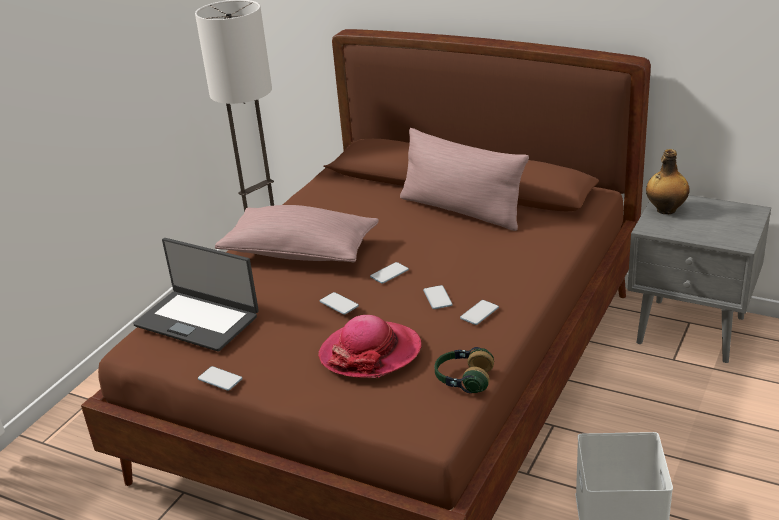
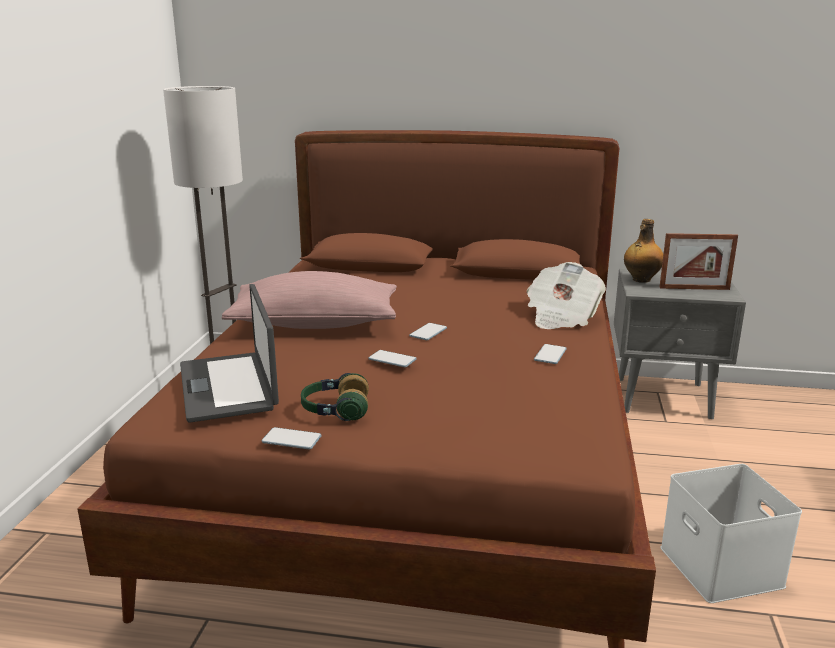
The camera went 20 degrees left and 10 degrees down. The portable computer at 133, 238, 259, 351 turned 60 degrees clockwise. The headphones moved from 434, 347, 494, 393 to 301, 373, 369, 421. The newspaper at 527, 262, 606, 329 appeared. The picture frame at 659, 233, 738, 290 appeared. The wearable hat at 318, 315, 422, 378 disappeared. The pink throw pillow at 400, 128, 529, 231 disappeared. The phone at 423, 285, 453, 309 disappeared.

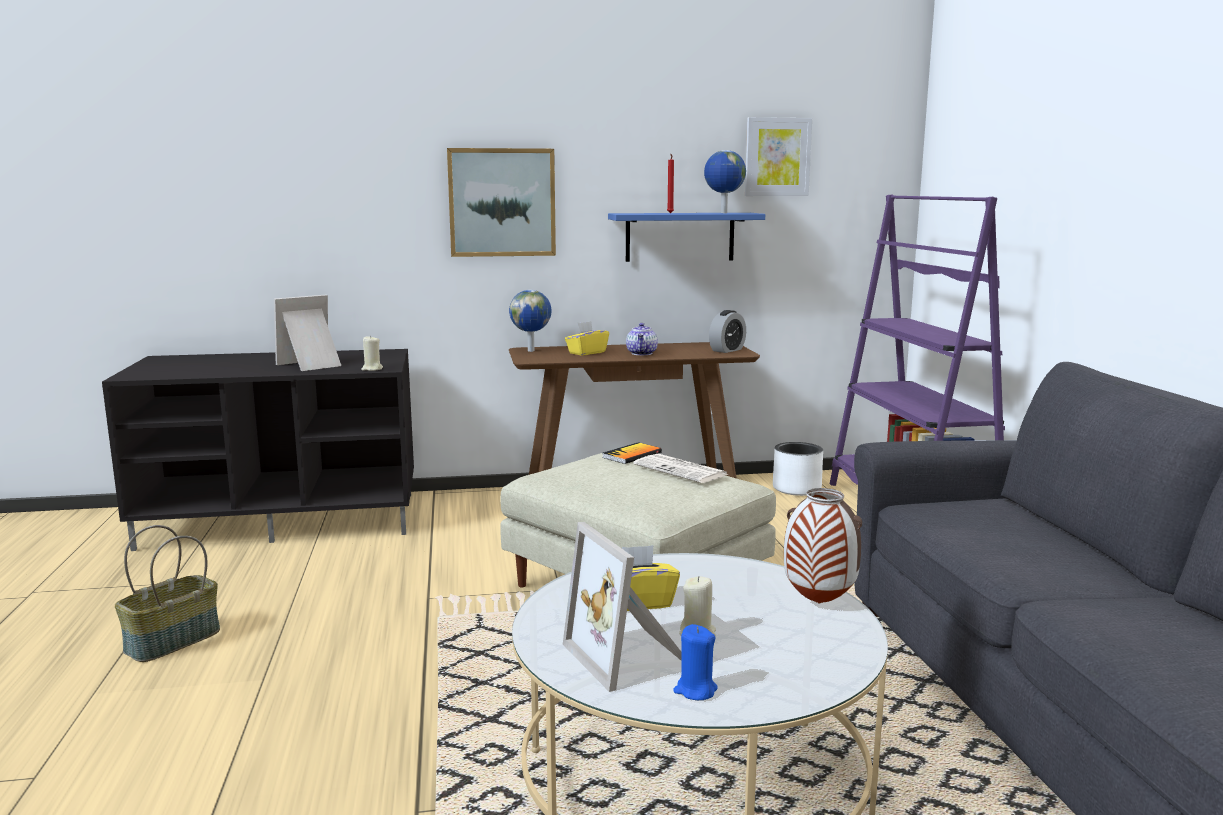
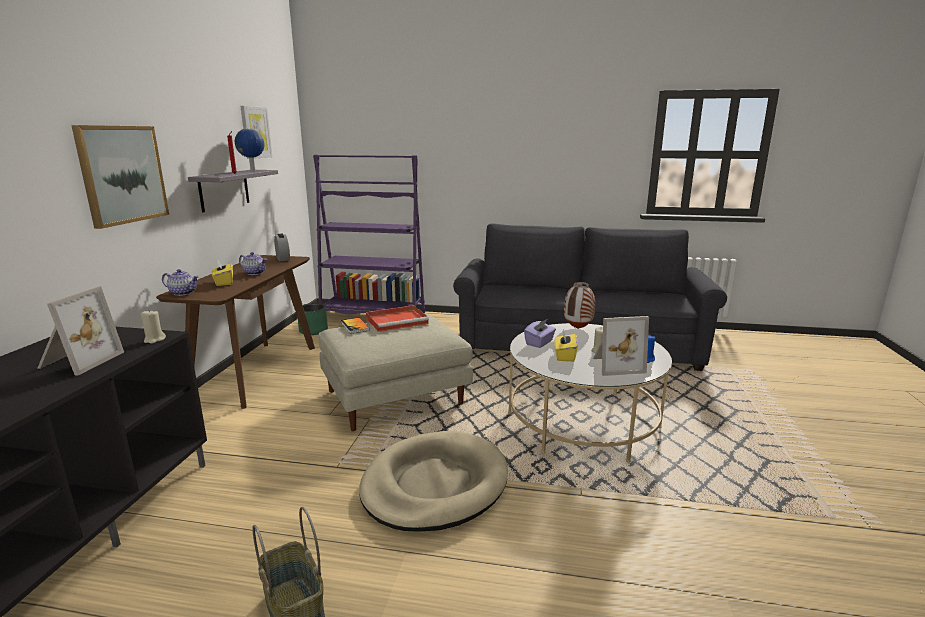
The camera went 70 degrees left and 5 degrees up. The picture frame at 274, 295, 341, 371 turned 150 degrees counterclockwise. The desk globe at 509, 290, 552, 352 was replaced by the pot for tea at 162, 269, 199, 296. The bluish wall shelf at 608, 213, 765, 262 became the greyish wall shelf at 188, 170, 278, 212. The whitish plant pot at 773, 442, 823, 496 became the green plant pot at 298, 303, 328, 335. The beige-coloured dog bed at 359, 431, 508, 532 appeared. The newspaper at 634, 454, 728, 483 was replaced by the red-coloured carrying tray at 366, 305, 429, 332. The purplish box of tissues at 524, 319, 556, 348 appeared.

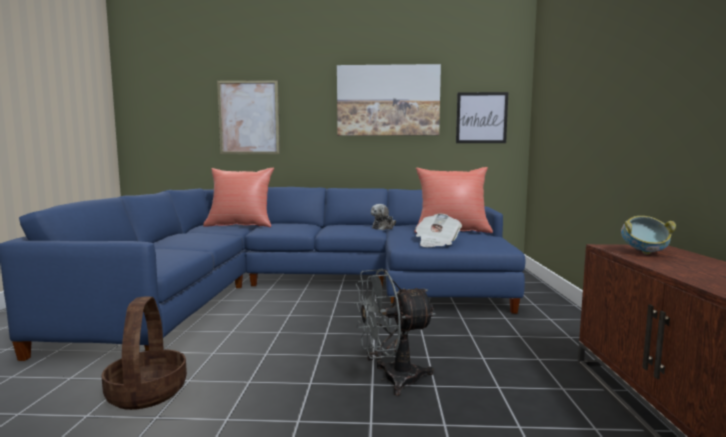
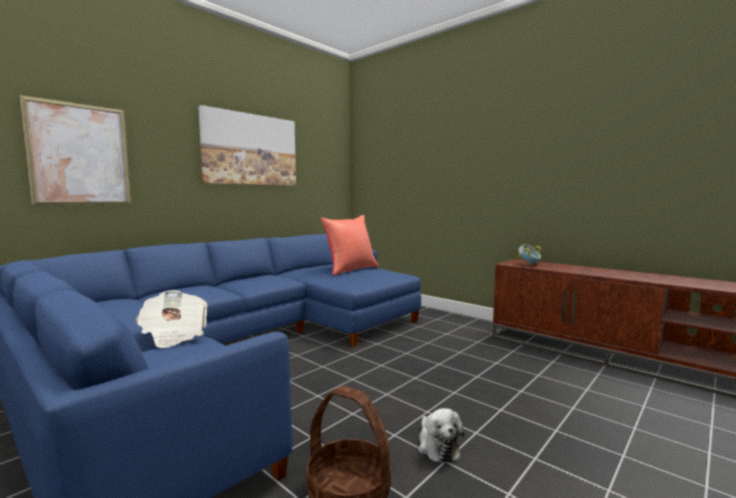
The camera went 50 degrees left and 0 degrees up. The newspaper moved from 415, 213, 462, 247 to 136, 290, 208, 348. The cuddly toy moved from 371, 204, 396, 230 to 418, 408, 464, 463. The red-coloured throw pillow at 203, 167, 274, 227 disappeared. The greyish electric fan at 354, 269, 435, 396 disappeared. The wall picture at 456, 92, 508, 143 disappeared.

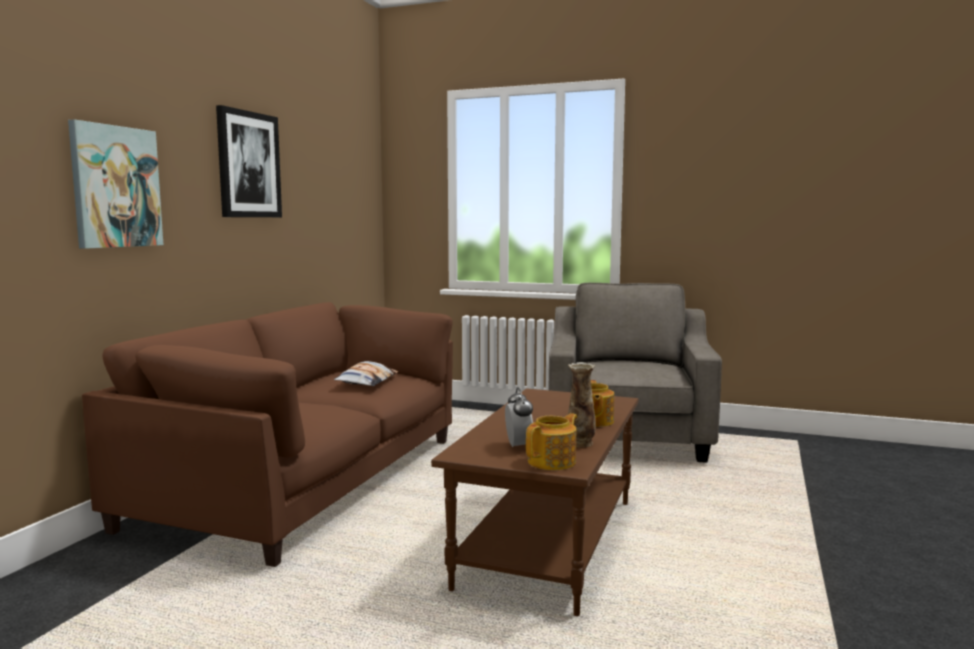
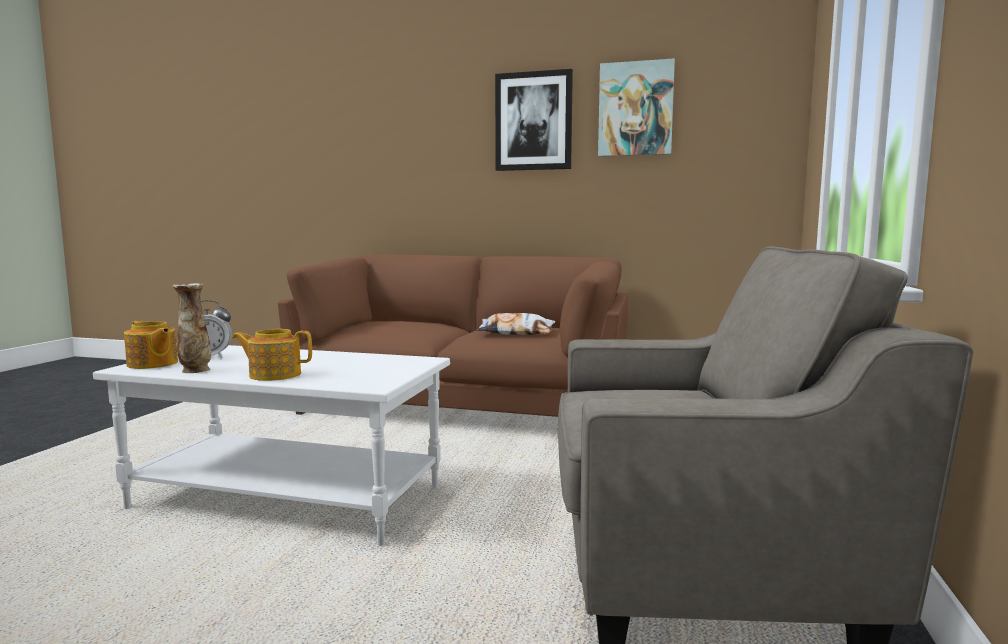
The camera went 85 degrees right and 0 degrees up. The brown-coloured coffee table at 431, 389, 638, 616 became the whitish coffee table at 93, 345, 450, 546. The wall picture moved from 68, 119, 163, 249 to 598, 58, 675, 157.

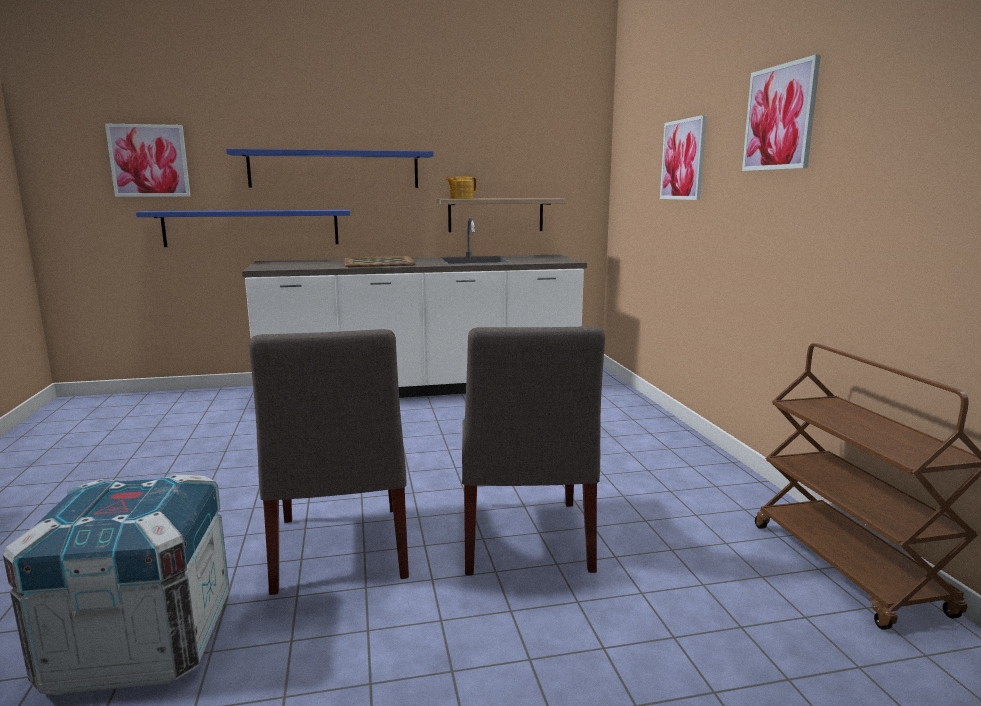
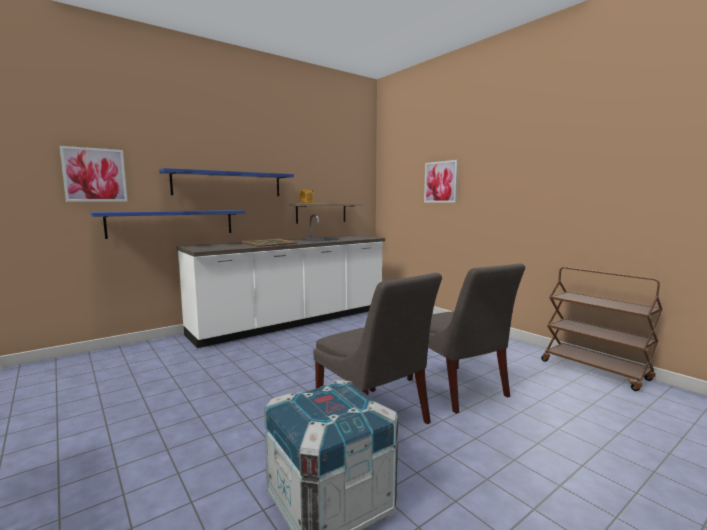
The camera went 25 degrees left and 5 degrees down. The wall picture at 742, 54, 821, 171 disappeared.

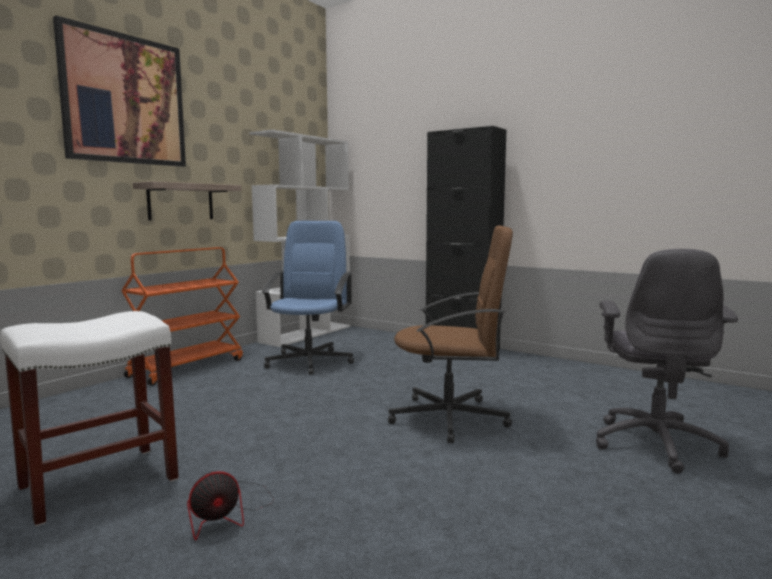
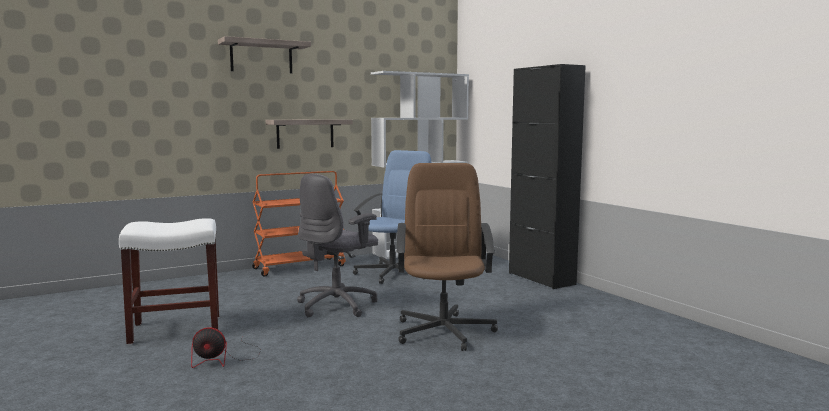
The camera went 25 degrees right and 0 degrees up. The wall picture at 53, 15, 186, 167 was replaced by the wall shelf at 218, 36, 311, 73. The greyish desk chair moved from 596, 249, 738, 474 to 297, 174, 378, 317. The brown-coloured desk chair at 388, 225, 513, 443 turned 120 degrees counterclockwise.

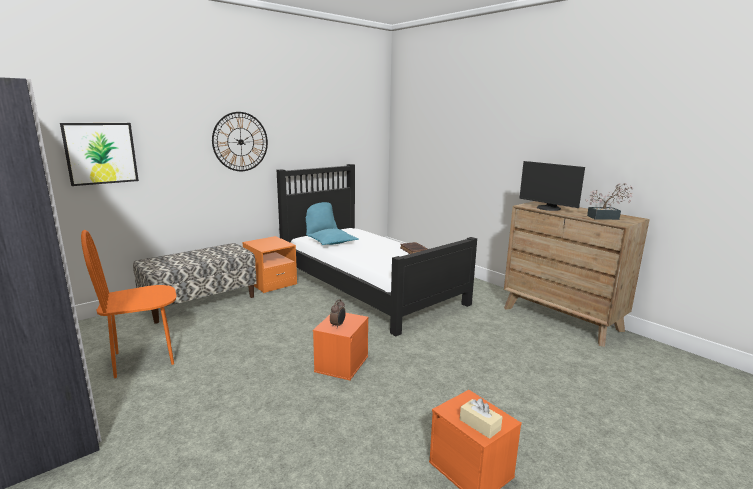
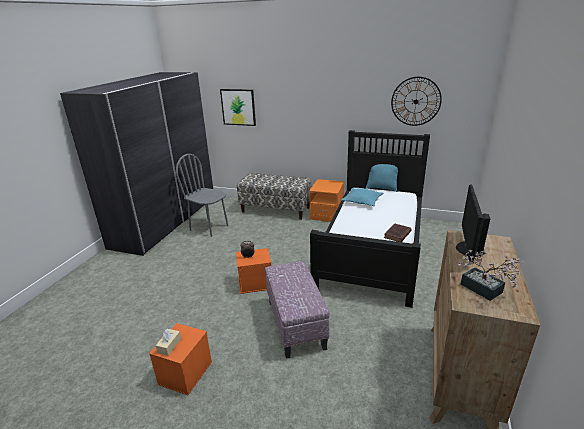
The camera went 60 degrees right and 10 degrees up. The orangey chair at 81, 230, 176, 378 became the greyish chair at 176, 154, 228, 237. The footrest at 265, 261, 330, 359 appeared. The wall clock moved from 212, 112, 268, 171 to 391, 77, 442, 126.

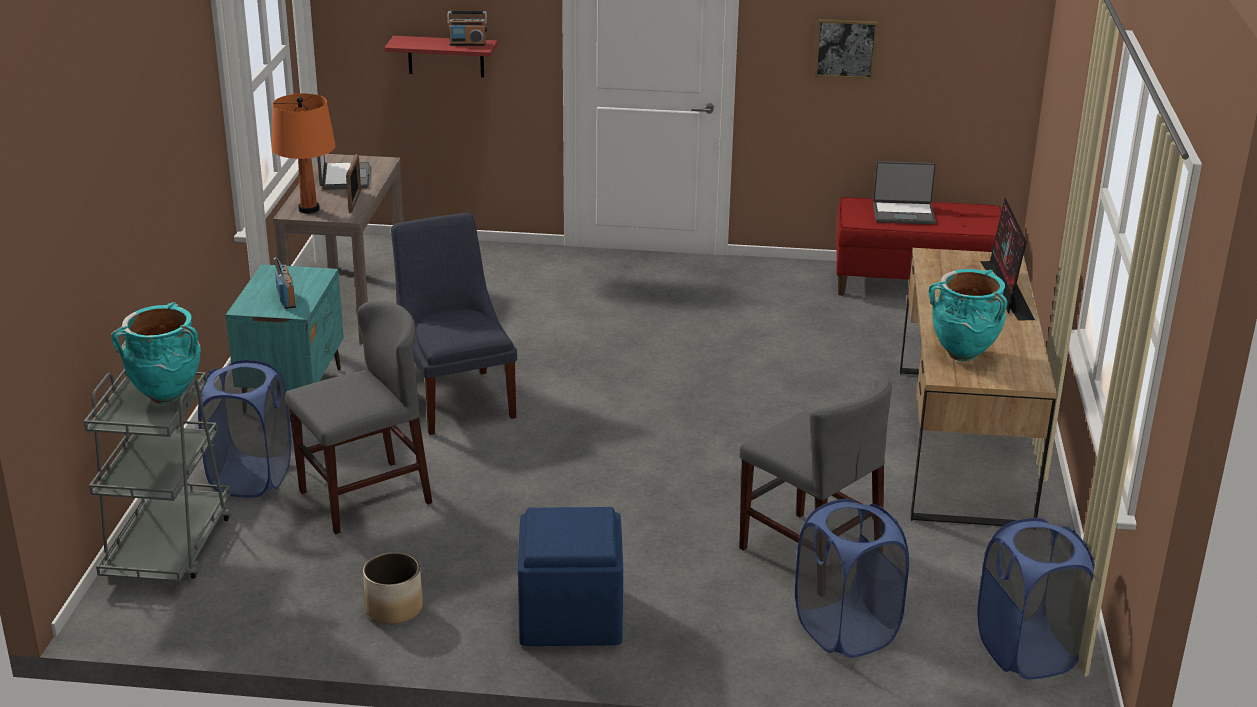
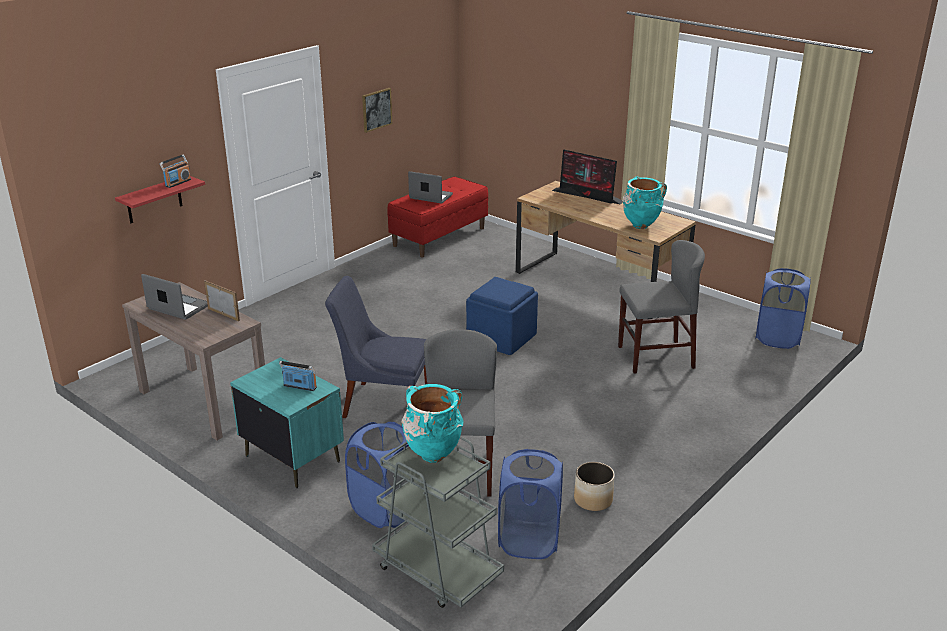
The camera went 55 degrees left and 0 degrees up. The portable computer at 873, 161, 936, 224 turned 105 degrees counterclockwise. The bluish footrest moved from 518, 507, 623, 646 to 466, 277, 538, 355. The bluish hamper moved from 795, 499, 909, 658 to 498, 449, 563, 559. The orangey lamp for a table at 272, 93, 336, 214 disappeared.

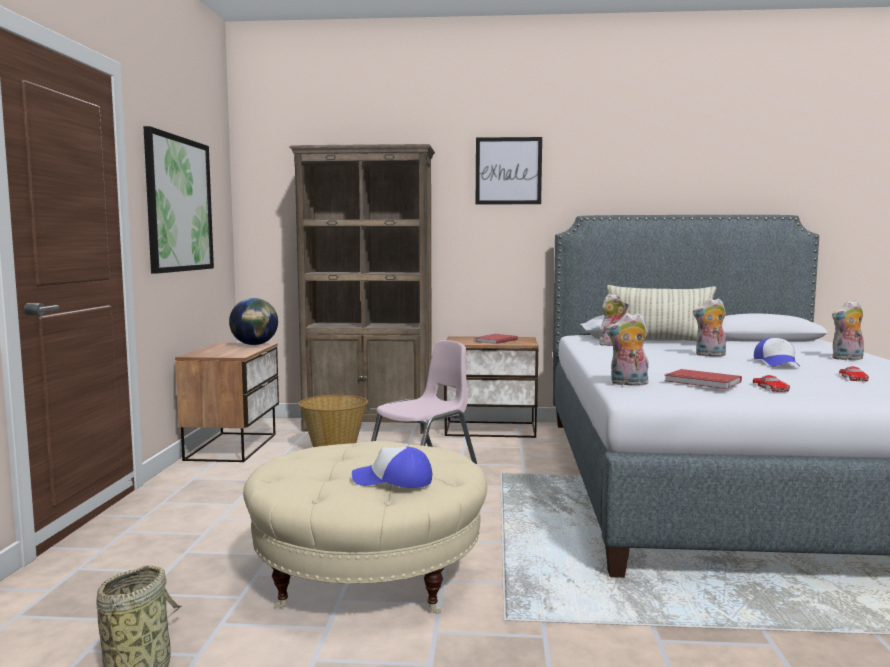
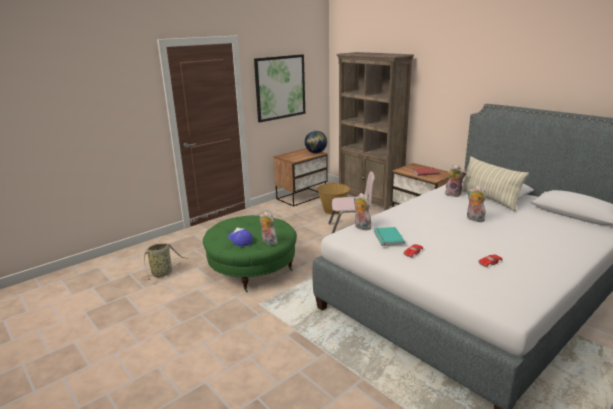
The camera went 45 degrees right and 15 degrees up. The beige-coloured footrest at 243, 441, 487, 614 became the green footrest at 203, 215, 297, 292. The cuddly toy moved from 832, 301, 864, 360 to 259, 211, 277, 245. The red-coloured bound book at 665, 369, 742, 389 became the turquoise-coloured bound book at 374, 227, 405, 246. The wall picture at 476, 137, 542, 204 disappeared. The cap at 754, 338, 800, 366 disappeared.

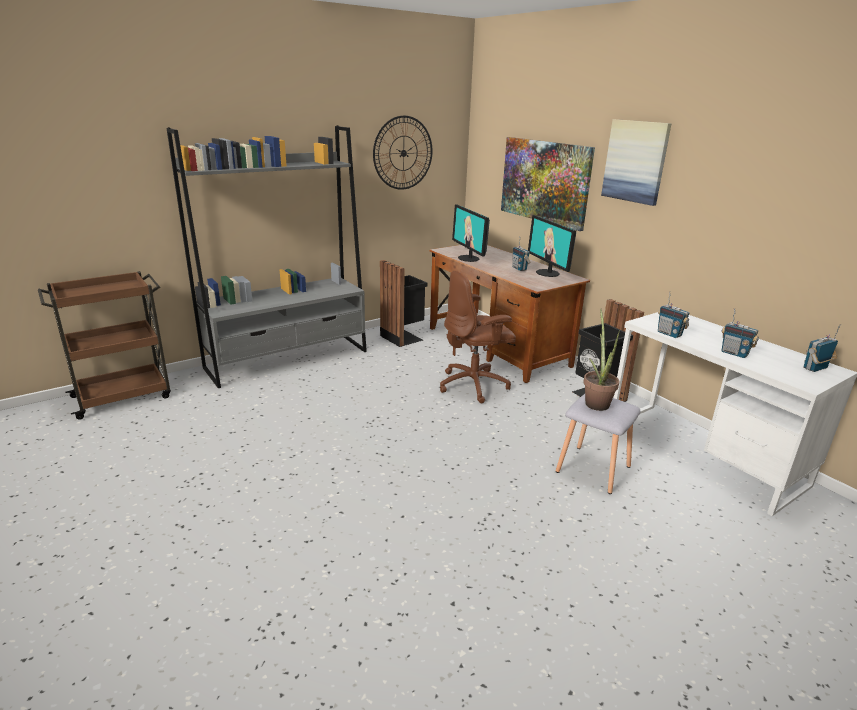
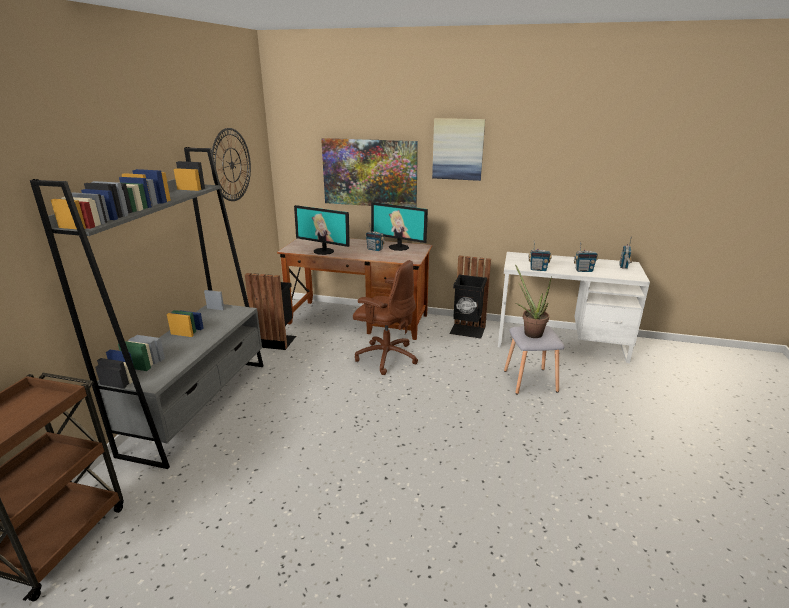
The camera went 40 degrees left and 0 degrees up. The brown-coloured desk chair at 440, 271, 516, 403 turned 90 degrees counterclockwise.

